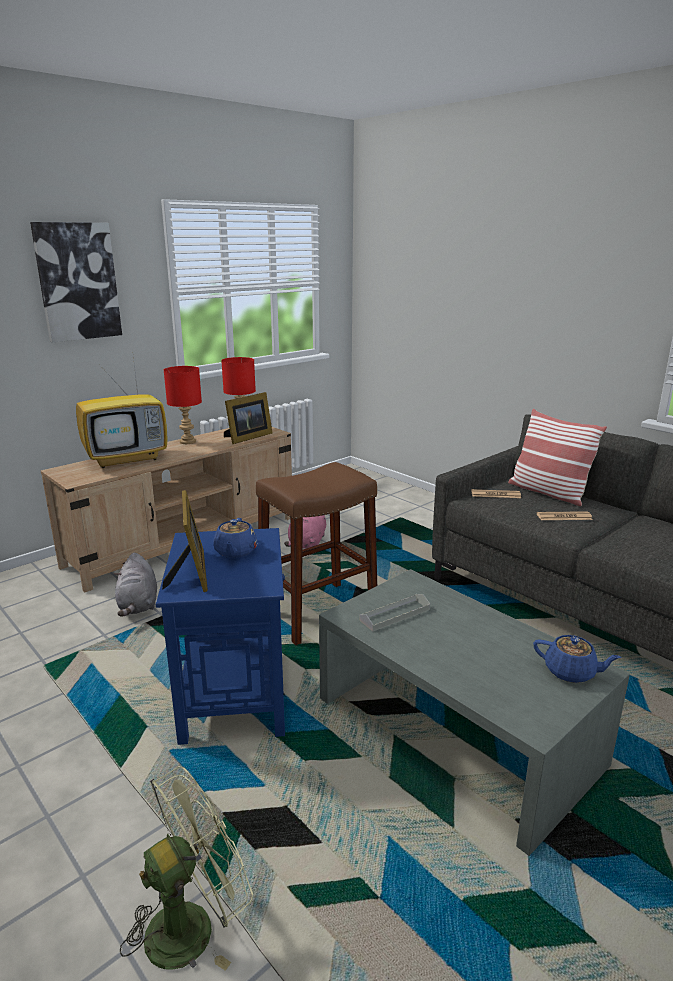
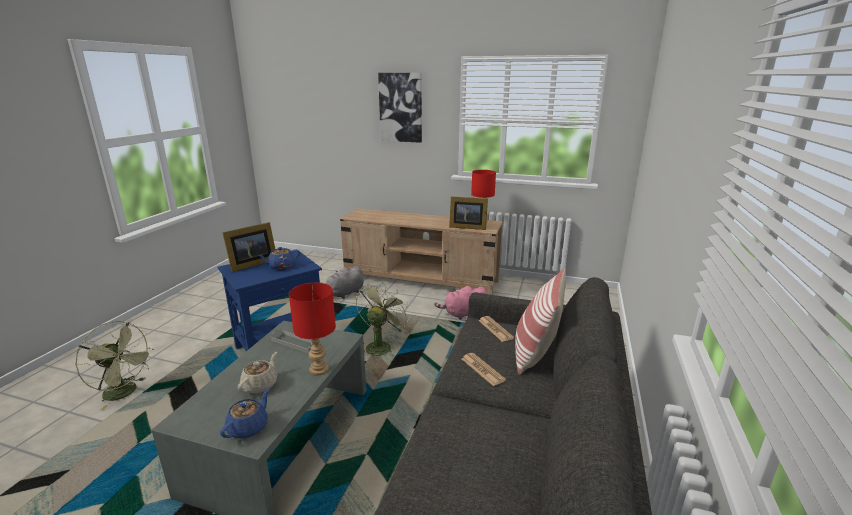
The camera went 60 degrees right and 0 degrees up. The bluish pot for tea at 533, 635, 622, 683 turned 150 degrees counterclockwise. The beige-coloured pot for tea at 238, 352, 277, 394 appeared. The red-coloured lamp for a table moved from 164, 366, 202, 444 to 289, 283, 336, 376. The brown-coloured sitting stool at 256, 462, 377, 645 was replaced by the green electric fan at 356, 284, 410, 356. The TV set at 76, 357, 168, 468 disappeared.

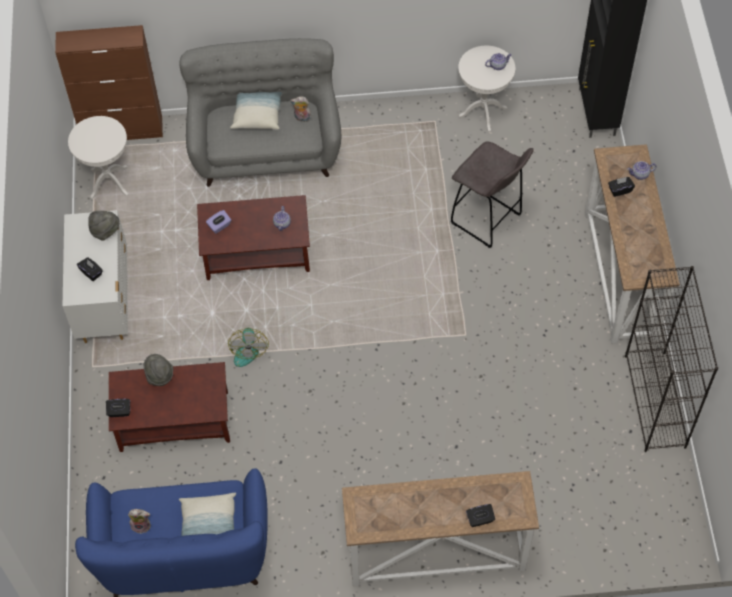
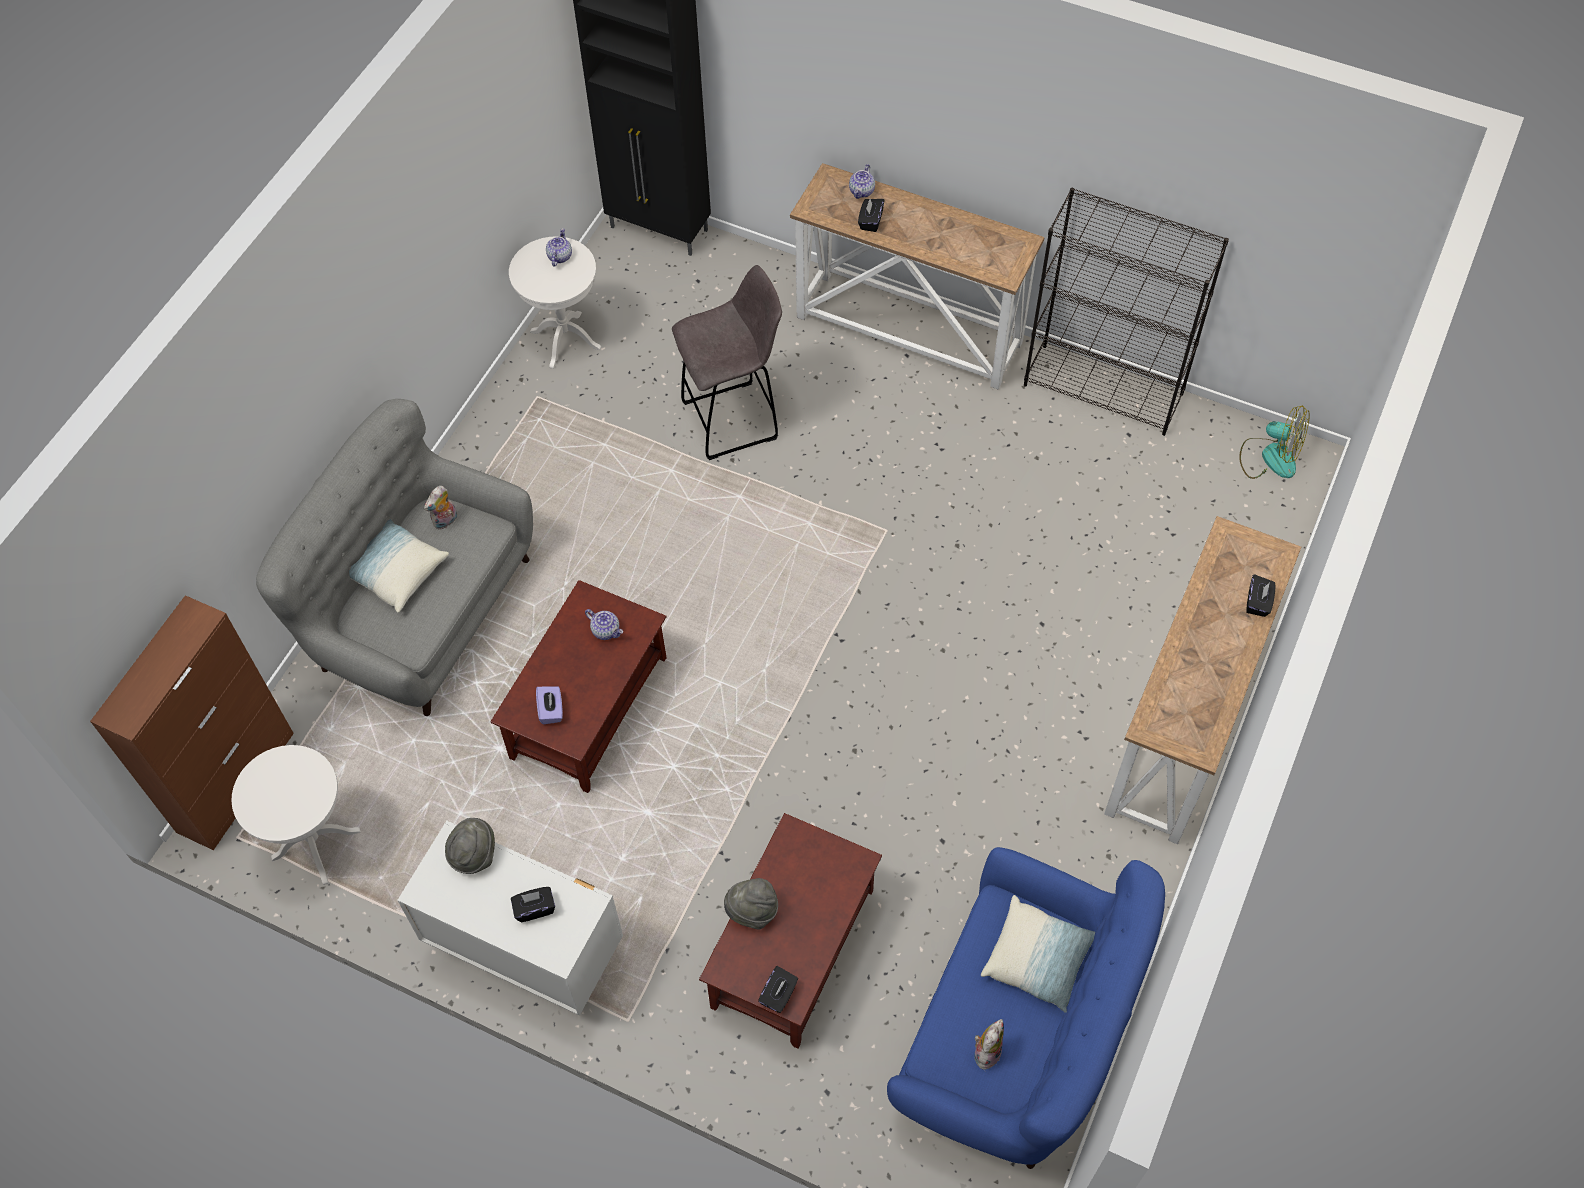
The camera went 60 degrees left and 0 degrees up. The electric fan moved from 228, 328, 269, 367 to 1239, 406, 1310, 479.

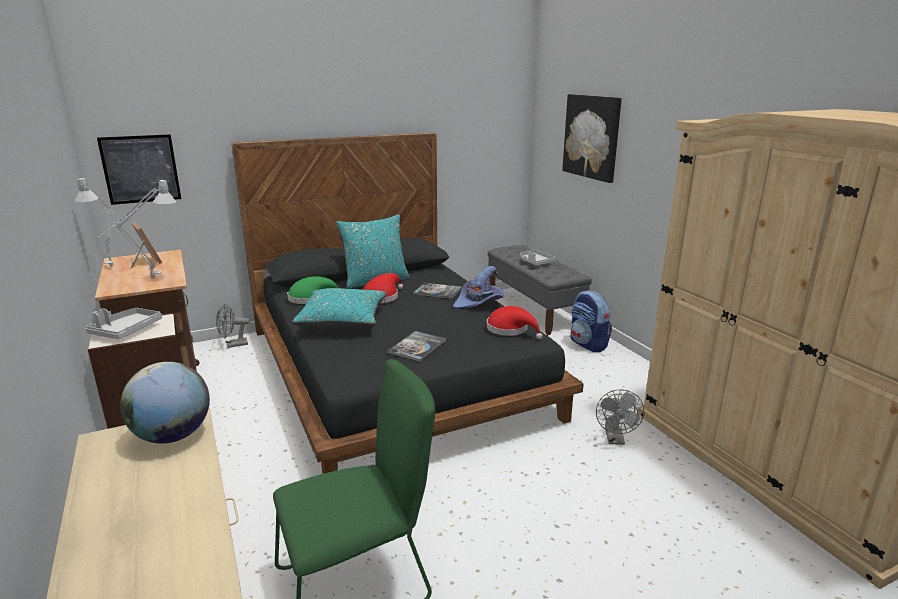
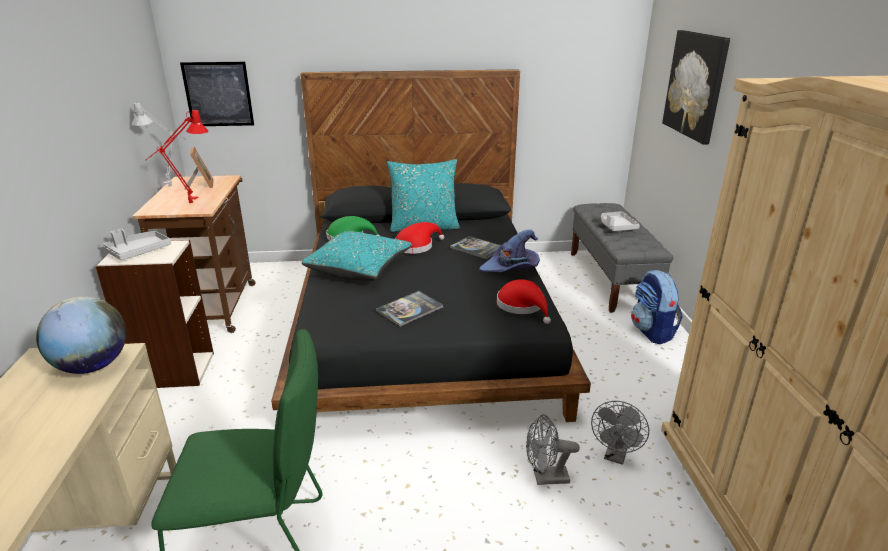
The camera went 20 degrees right and 5 degrees up. The greyish lamp for a table at 97, 178, 176, 279 became the red-coloured lamp for a table at 146, 110, 208, 203. The greyish electric fan moved from 216, 303, 250, 348 to 526, 414, 580, 485.

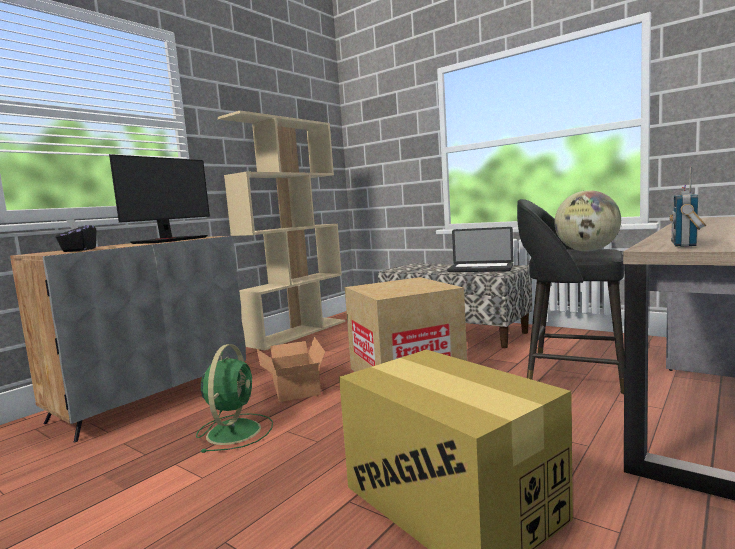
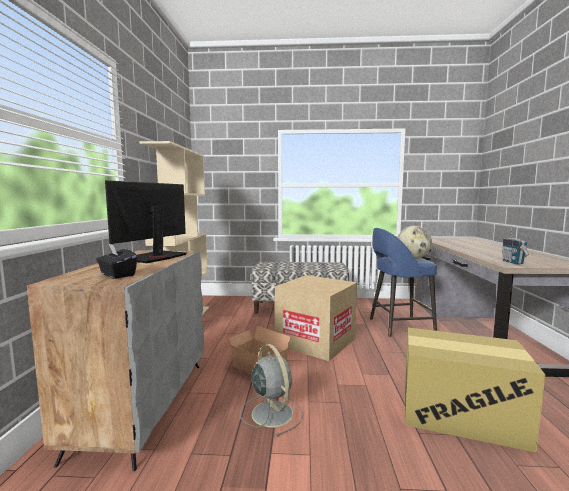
The camera went 35 degrees left and 0 degrees up. The monitor at 109, 154, 210, 244 turned 150 degrees counterclockwise. The green electric fan at 196, 344, 273, 453 became the greyish electric fan at 240, 344, 303, 437. The black-coloured sitting stool at 517, 199, 624, 394 became the bluish sitting stool at 370, 228, 437, 337. The portable computer at 447, 227, 513, 272 disappeared.

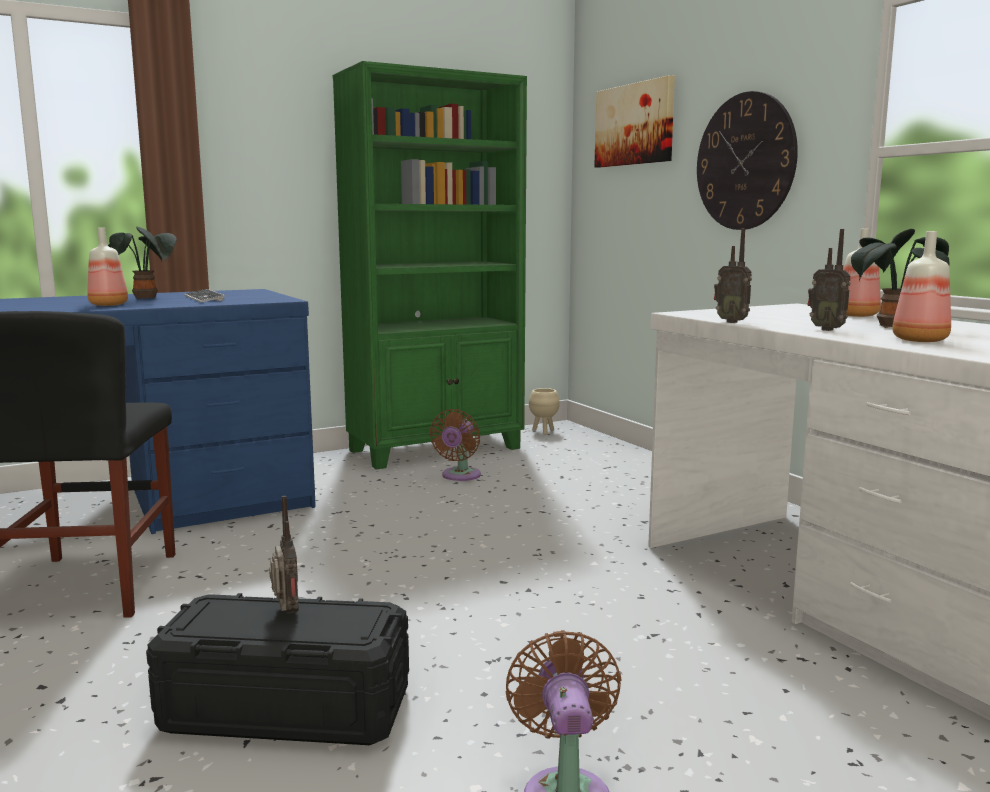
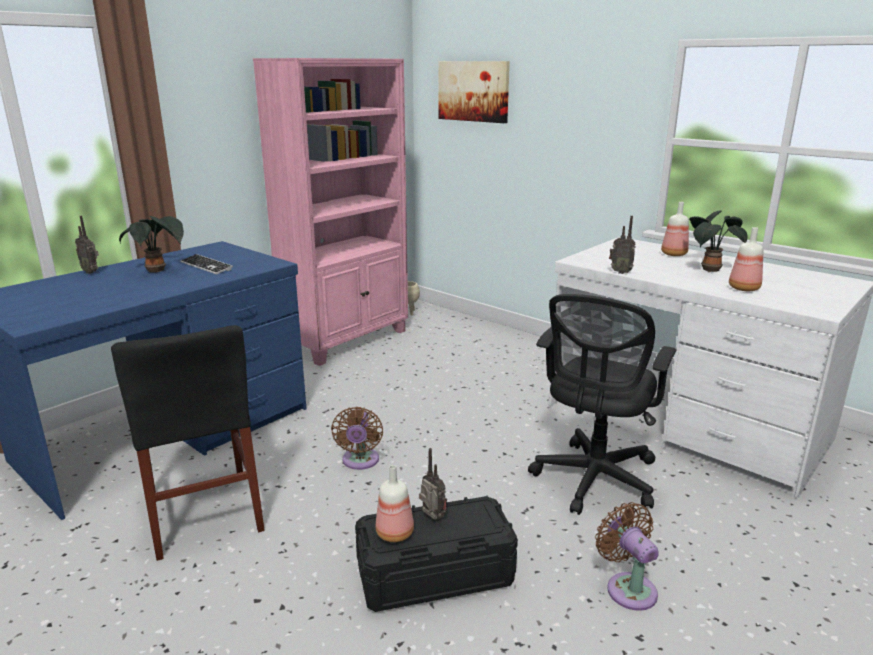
The camera went 20 degrees left and 10 degrees up. The radio moved from 807, 229, 851, 331 to 75, 216, 99, 274. The green shelving unit at 333, 61, 527, 469 became the pink shelving unit at 253, 58, 408, 366. The brown-coloured electric fan moved from 430, 409, 481, 481 to 331, 407, 383, 470. The drink bottle moved from 87, 228, 128, 306 to 376, 465, 414, 542. The black-coloured desk chair at 528, 294, 676, 515 appeared. The wall clock at 697, 91, 798, 230 disappeared.

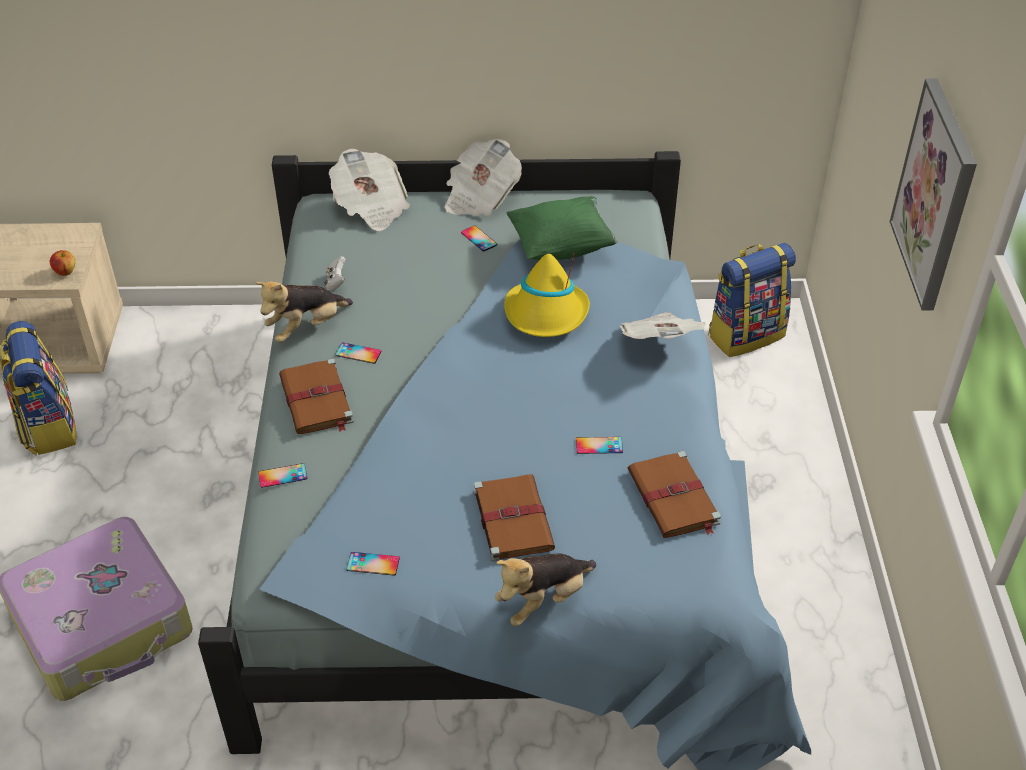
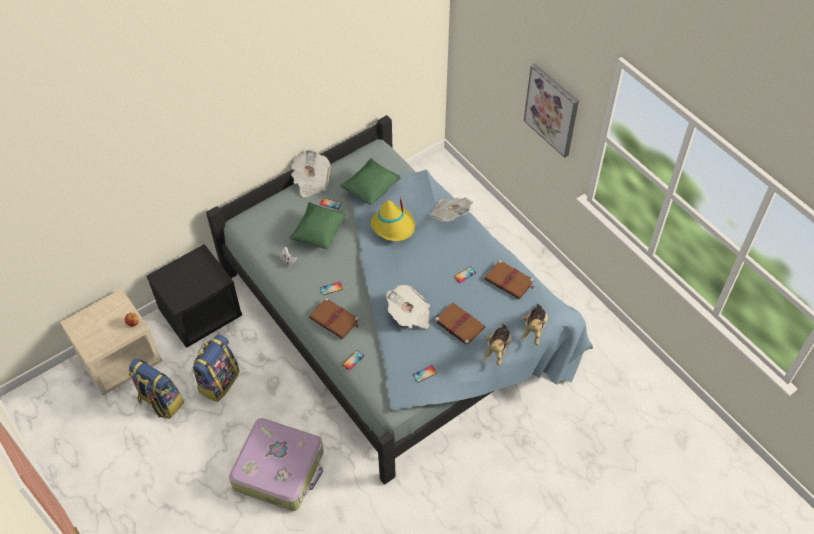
The camera went 35 degrees left and 10 degrees up. The black-coloured bedside table at 147, 244, 242, 348 appeared. The backpack moved from 708, 243, 796, 357 to 192, 334, 240, 402. The green throw pillow at 289, 202, 347, 249 appeared. The newspaper moved from 329, 148, 410, 231 to 386, 285, 430, 329. The cuddly toy moved from 256, 281, 353, 343 to 521, 304, 548, 345.

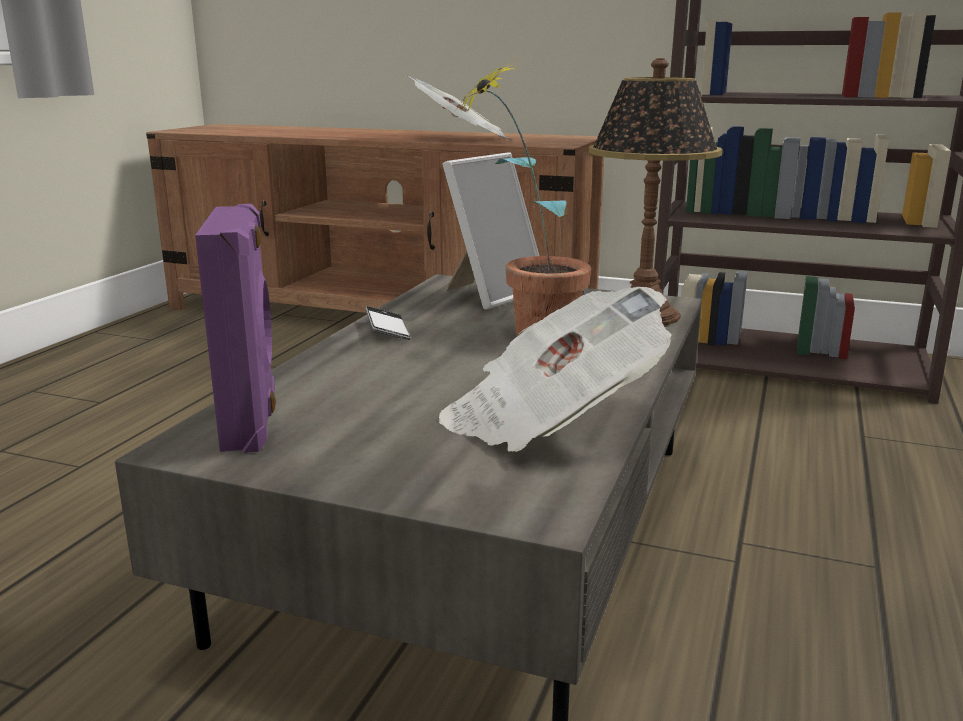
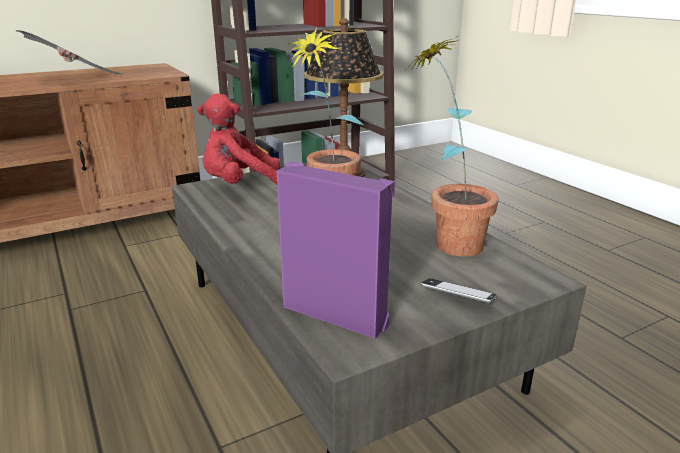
The camera went 50 degrees left and 5 degrees up. The picture frame at 442, 152, 540, 310 was replaced by the red-coloured cuddly toy at 197, 93, 280, 184. The newspaper at 439, 287, 671, 452 was replaced by the houseplant at 406, 35, 499, 257. The phone moved from 366, 306, 411, 340 to 420, 278, 497, 303.

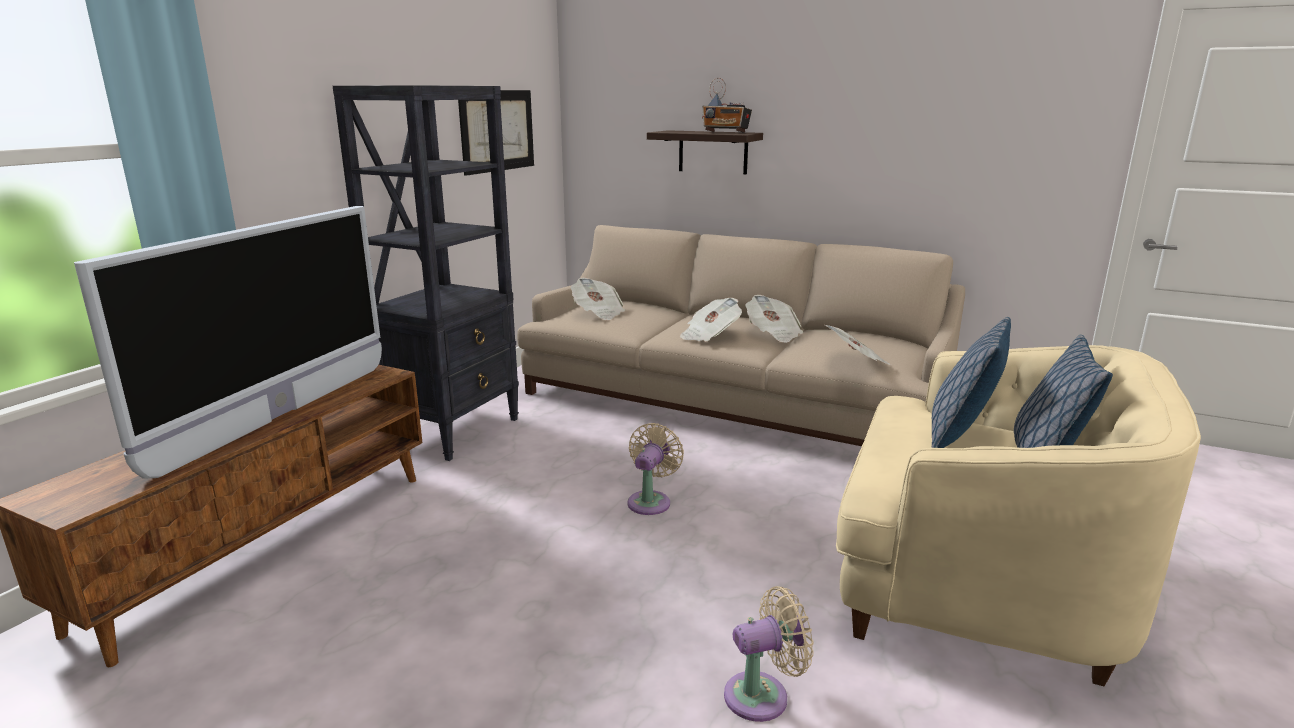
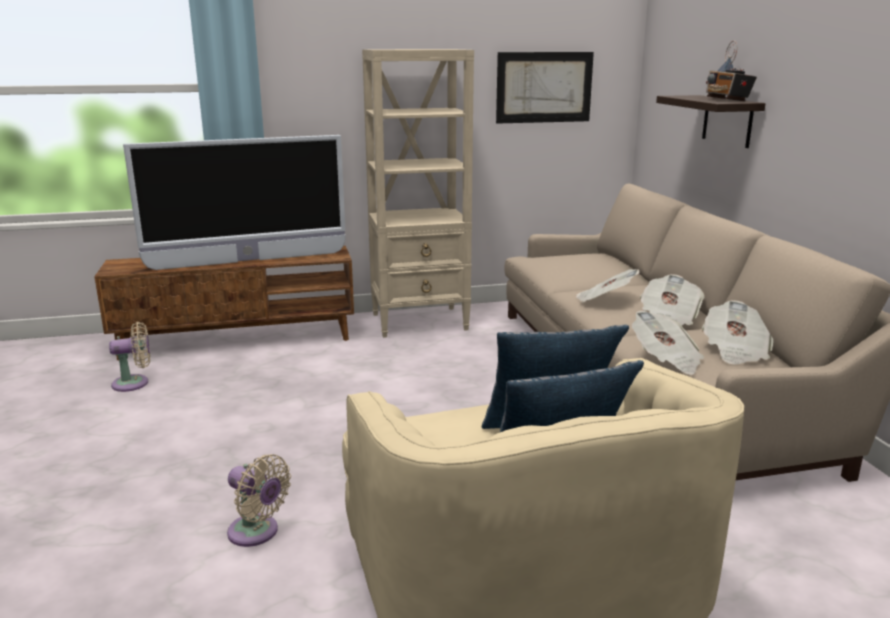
The camera went 50 degrees right and 0 degrees up. The beige-coloured electric fan moved from 628, 423, 684, 515 to 109, 322, 150, 392. The black-coloured shelving unit at 333, 85, 519, 461 became the beige-coloured shelving unit at 362, 49, 474, 338. The newspaper moved from 571, 278, 625, 320 to 702, 300, 773, 364.

